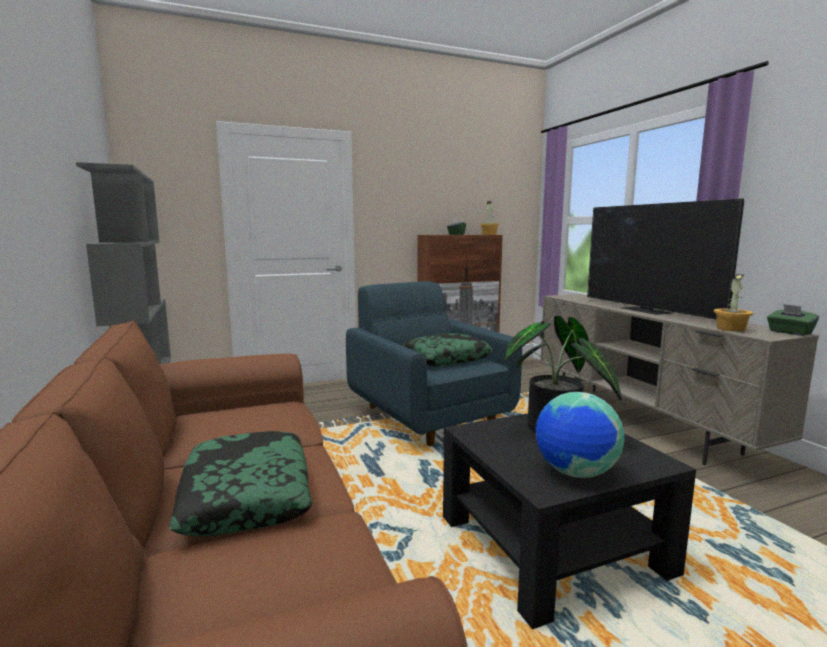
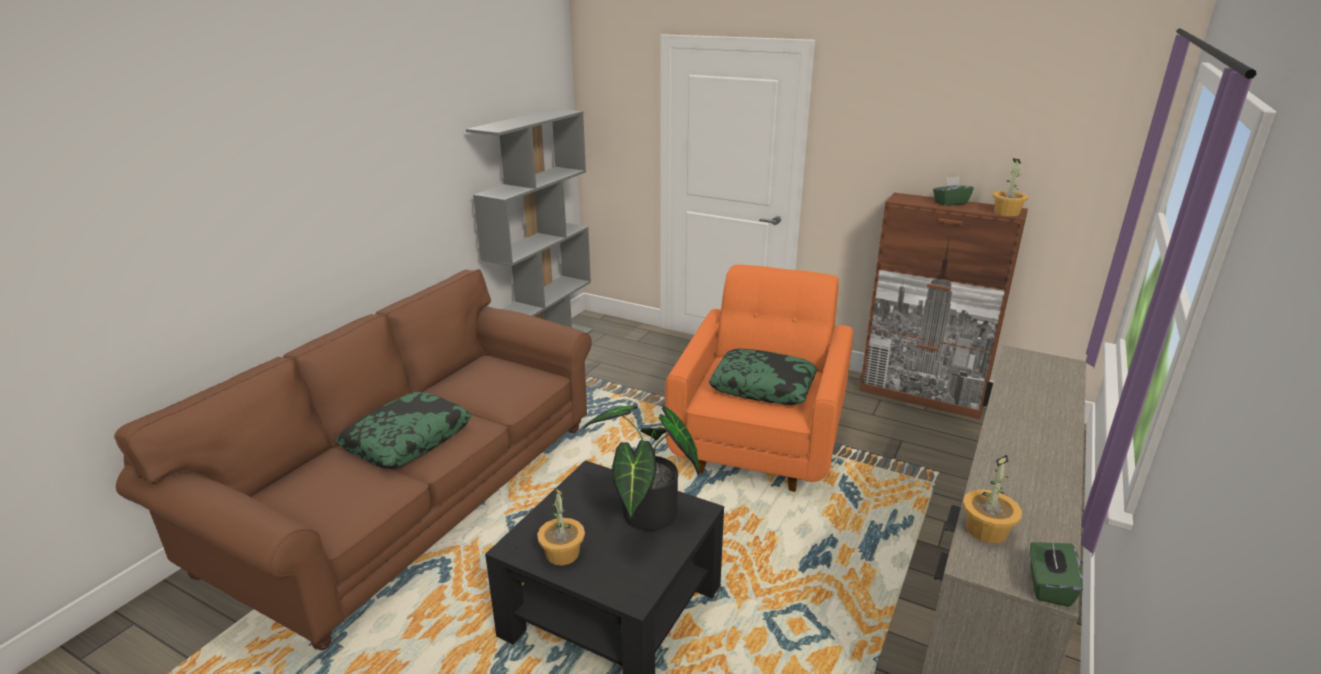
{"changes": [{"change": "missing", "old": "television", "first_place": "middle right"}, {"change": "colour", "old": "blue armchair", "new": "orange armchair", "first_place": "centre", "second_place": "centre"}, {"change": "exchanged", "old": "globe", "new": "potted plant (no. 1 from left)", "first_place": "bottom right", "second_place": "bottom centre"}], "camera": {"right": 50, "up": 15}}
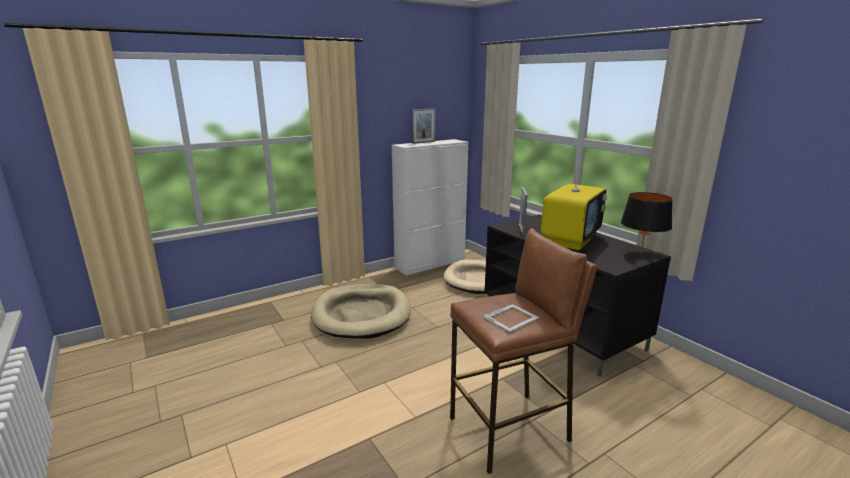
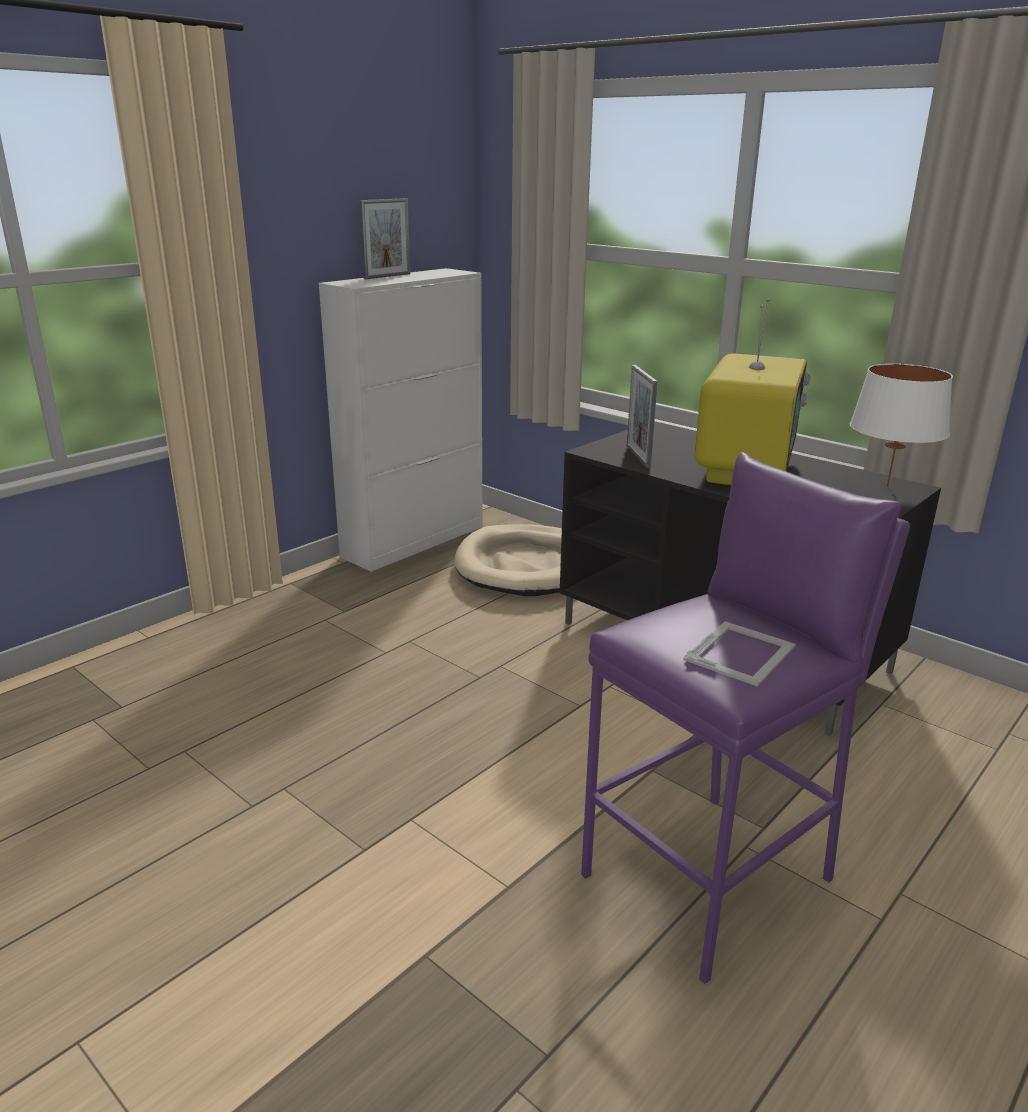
{"changes": [{"change": "colour", "old": "black table lamp", "new": "white table lamp", "first_place": "middle right", "second_place": "middle right"}, {"change": "colour", "old": "brown stool", "new": "purple stool", "first_place": "bottom centre", "second_place": "middle right"}, {"change": "missing", "old": "beige dog bed (no. 1 from left)", "first_place": "centre"}], "camera": {"right": -15, "up": 5}}
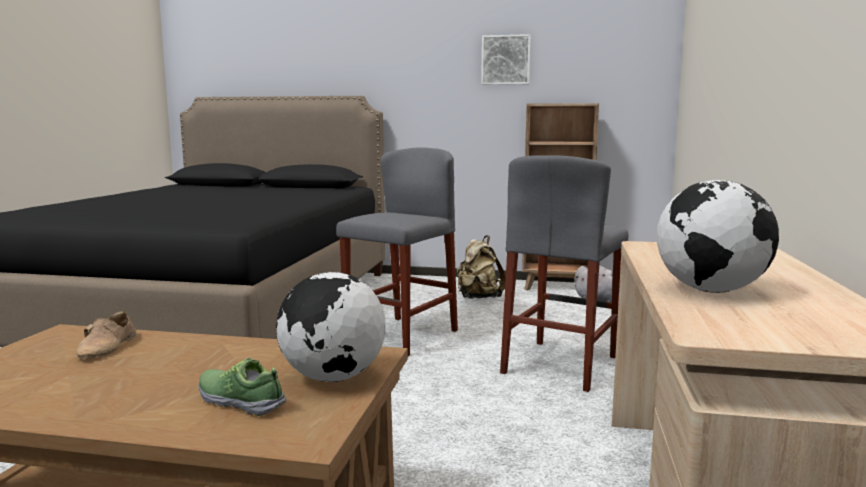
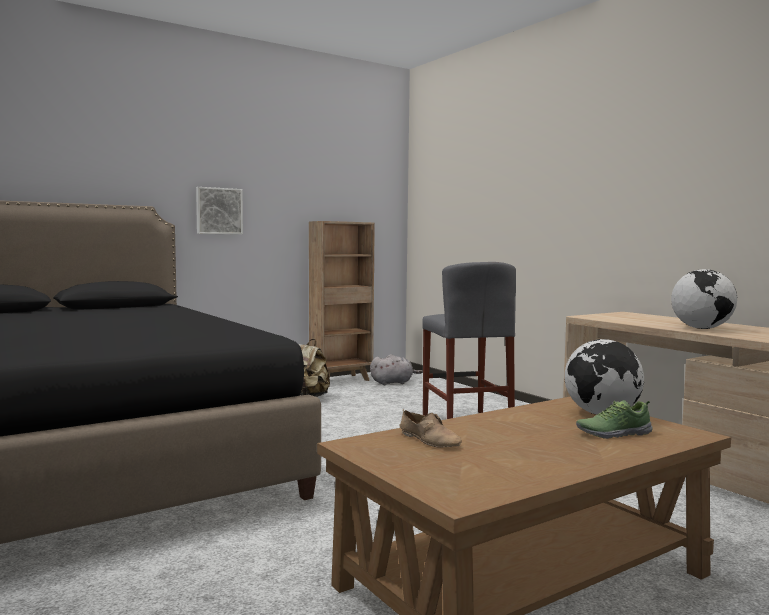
{"changes": [{"change": "relocated", "old": "picture", "first_place": "top centre", "second_place": "middle left"}, {"change": "missing", "old": "grey stool (no. 1 from left)", "first_place": "centre"}], "camera": {"right": -45, "up": -5}}
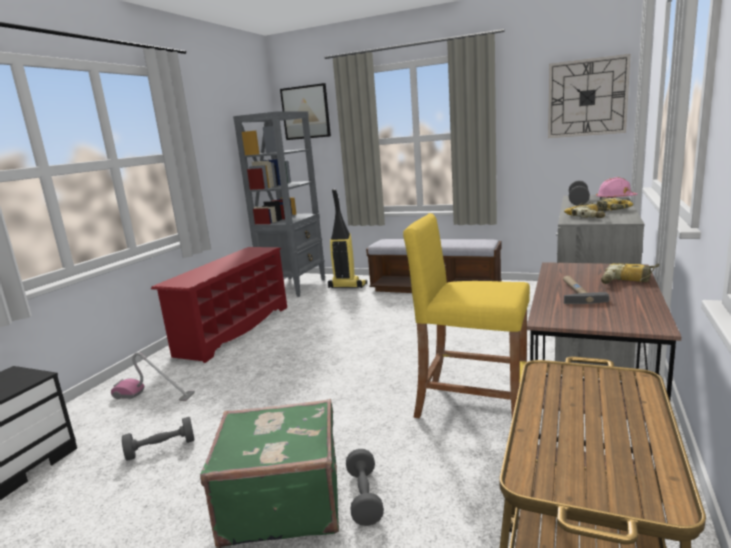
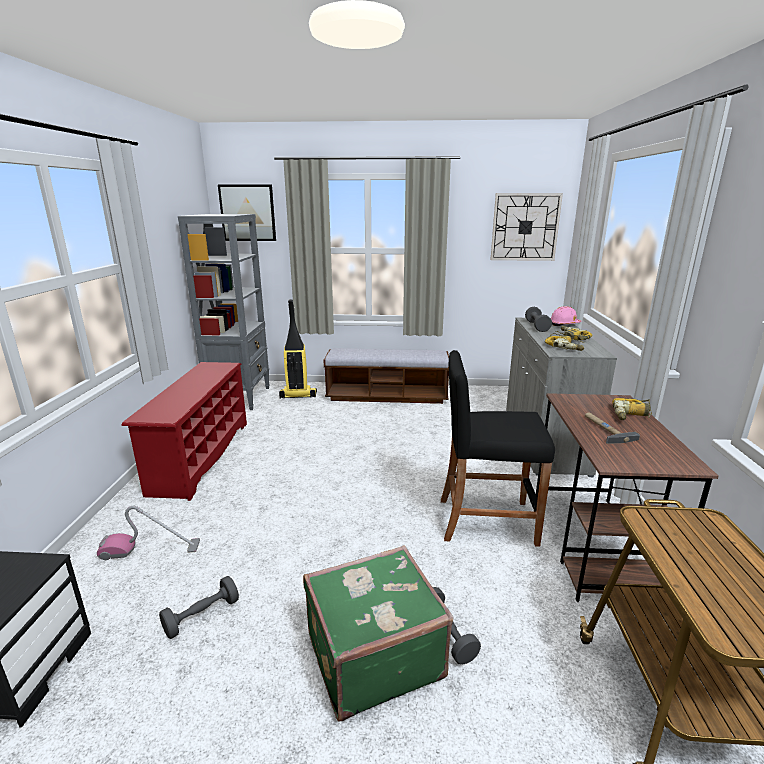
{"changes": [{"change": "colour", "old": "yellow stool", "new": "black stool", "first_place": "centre", "second_place": "centre"}], "camera": {"right": -20, "up": 5}}
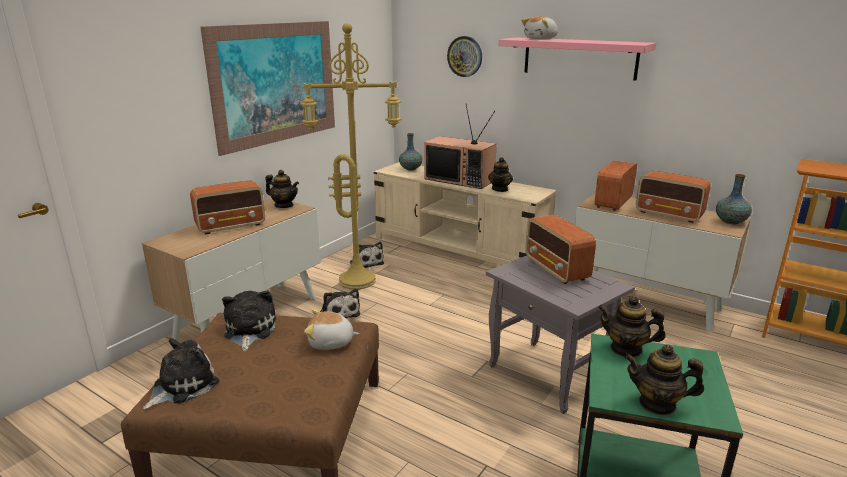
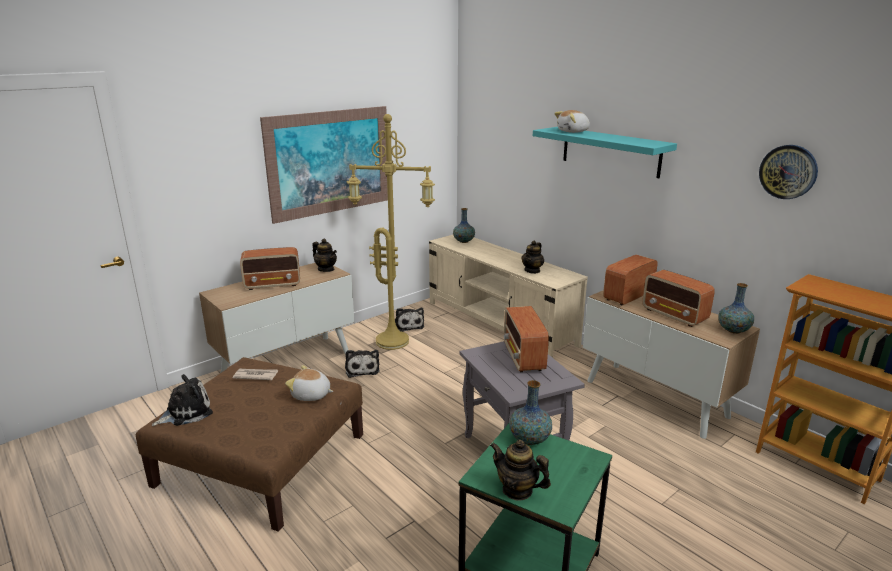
{"changes": [{"change": "relocated", "old": "wall clock", "first_place": "top centre", "second_place": "top right"}, {"change": "colour", "old": "pink shelf", "new": "turquoise shelf", "first_place": "top right", "second_place": "top right"}, {"change": "missing", "old": "television", "first_place": "top centre"}, {"change": "exchanged", "old": "plush toy (no. 2 from left)", "new": "newspaper", "first_place": "bottom left", "second_place": "middle left"}, {"change": "exchanged", "old": "teapot (no. 3 from left)", "new": "vase (no. 2 from left)", "first_place": "bottom right", "second_place": "bottom centre"}], "camera": {"right": 15, "up": 0}}
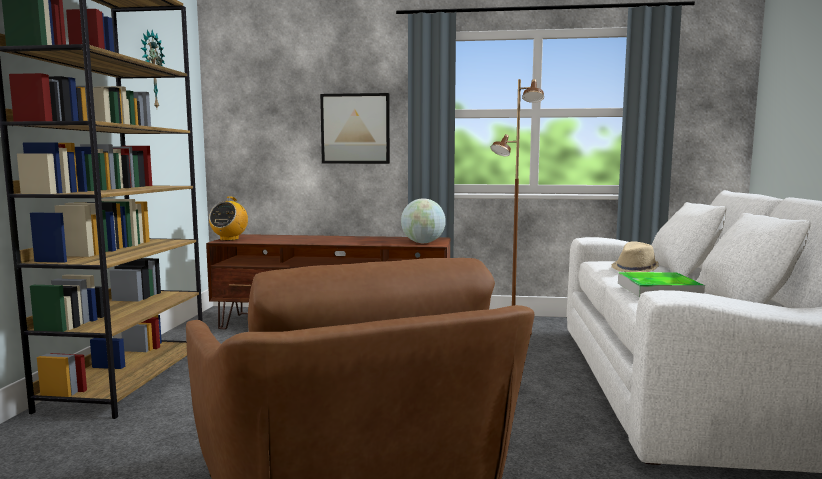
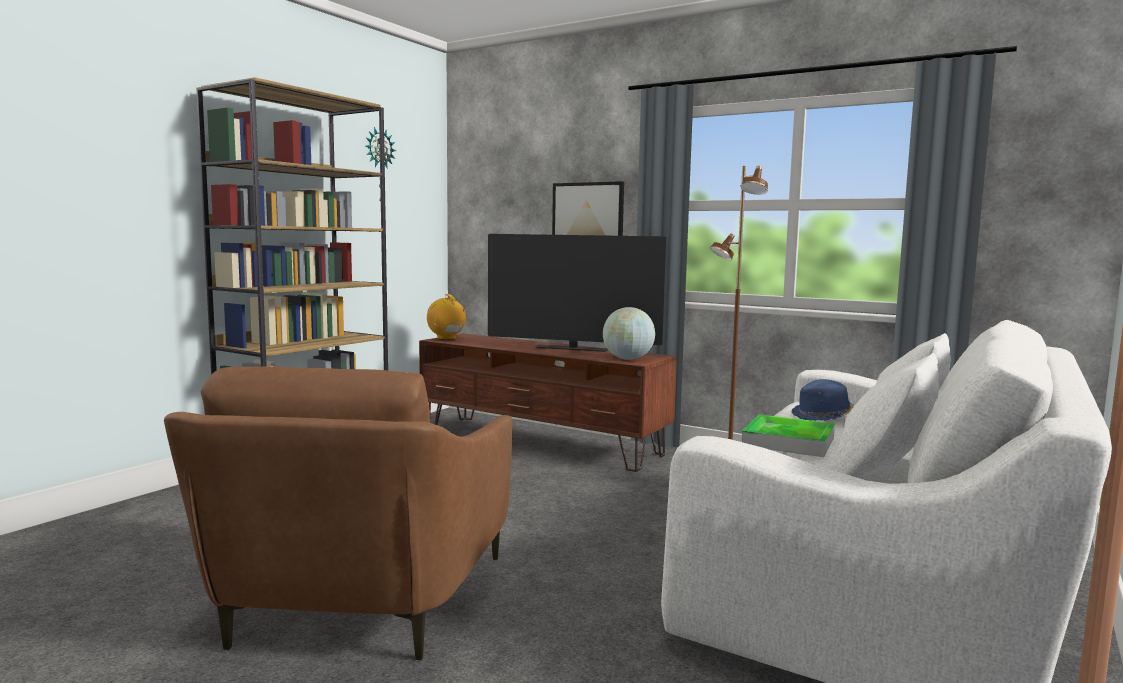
{"changes": [{"change": "spun", "old": "radio", "first_place": "middle left", "second_place": "centre", "degrees": 105}, {"change": "colour", "old": "beige hat", "new": "blue hat", "first_place": "middle right", "second_place": "middle right"}, {"change": "appeared", "new": "television", "second_place": "centre"}], "camera": {"right": 25, "up": 0}}
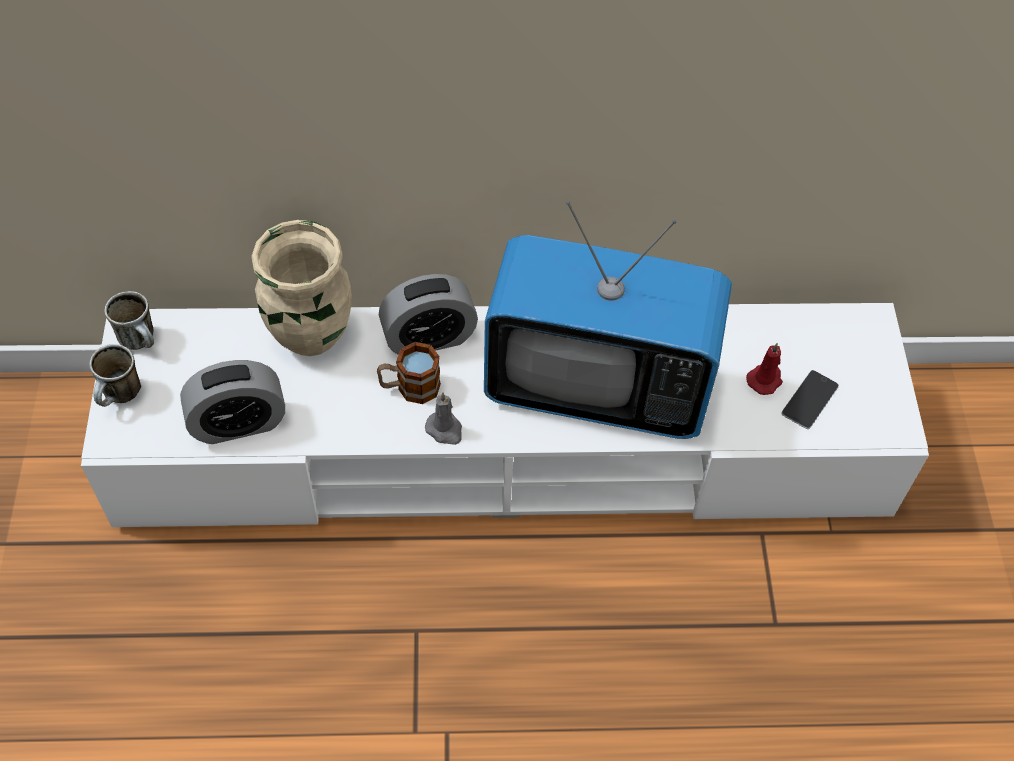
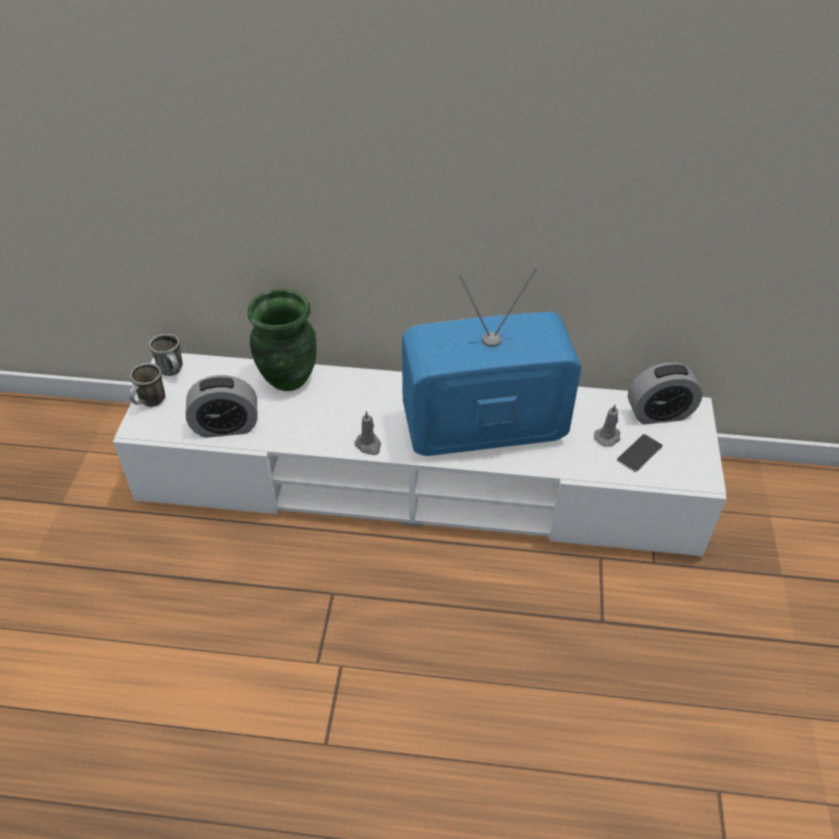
{"changes": [{"change": "spun", "old": "television", "first_place": "centre", "second_place": "centre", "degrees": 150}, {"change": "colour", "old": "beige vase", "new": "green vase", "first_place": "middle left", "second_place": "centre"}, {"change": "relocated", "old": "alarm clock (no. 2 from left)", "first_place": "centre", "second_place": "middle right"}, {"change": "missing", "old": "mug (no. 3 from left)", "first_place": "centre"}, {"change": "colour", "old": "red candle", "new": "grey candle (no. 2 from left)", "first_place": "middle right", "second_place": "middle right"}], "camera": {"right": 10, "up": -10}}
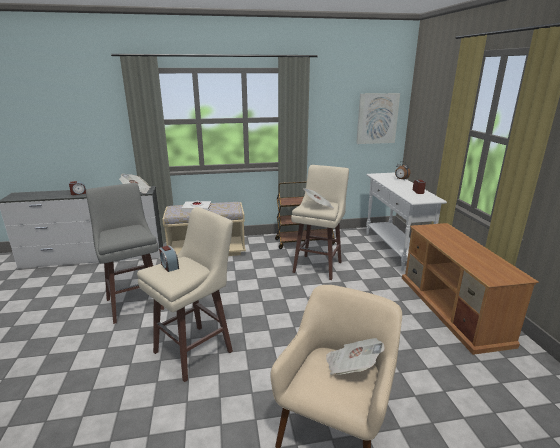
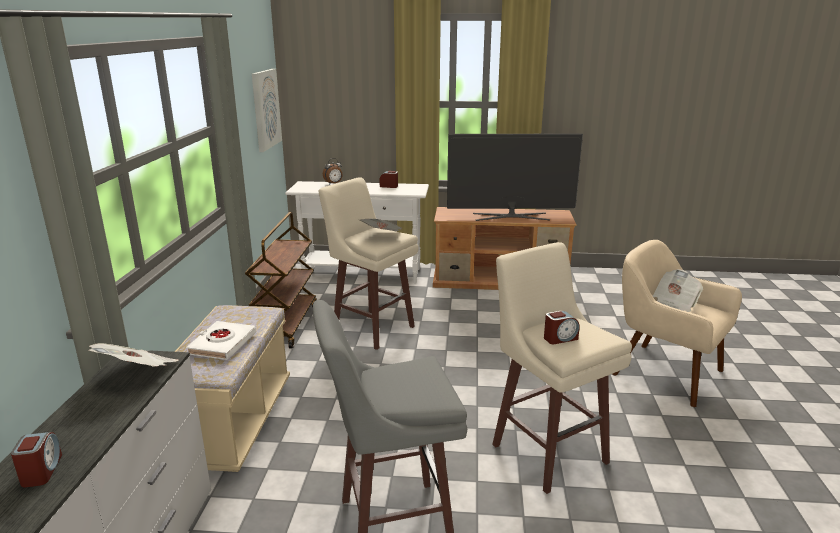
{"changes": [{"change": "appeared", "new": "television", "second_place": "top centre"}], "camera": {"right": -75, "up": 0}}
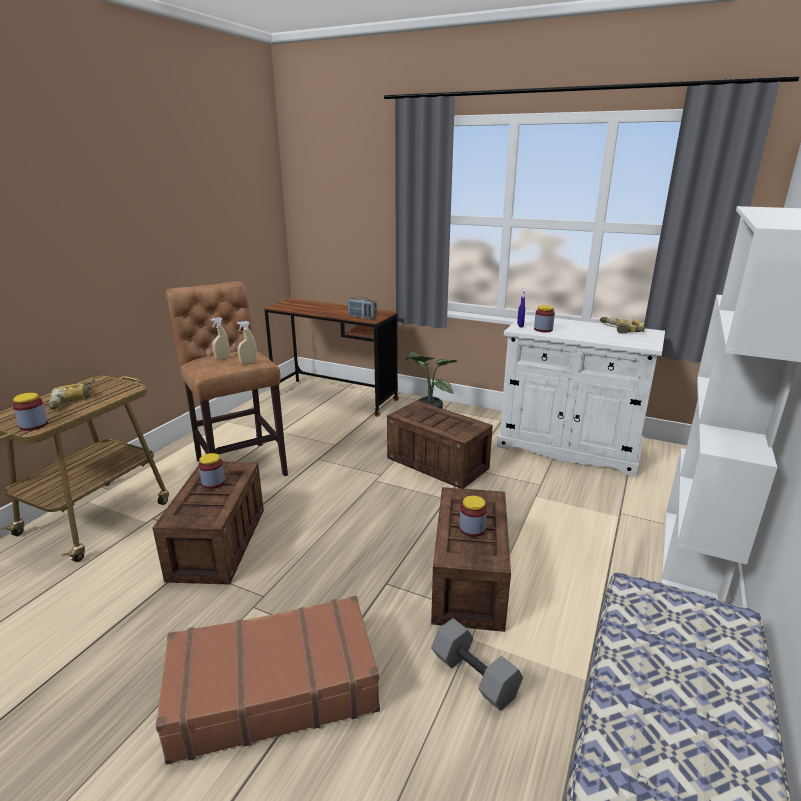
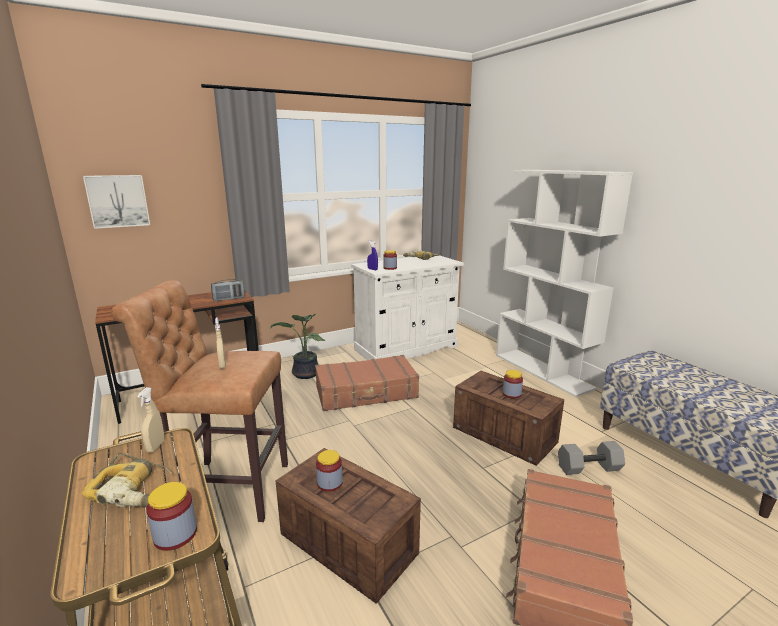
{"changes": [{"change": "relocated", "old": "beige spray bottle (no. 2 from left in the first image)", "new": "beige spray bottle (no. 1 from left)", "first_place": "middle left", "second_place": "bottom left"}, {"change": "exchanged", "old": "crate (no. 2 from left)", "new": "brown suitcase (no. 1 from left)", "first_place": "centre", "second_place": "centre"}, {"change": "appeared", "new": "picture", "second_place": "top left"}], "camera": {"right": -55, "up": -5}}
